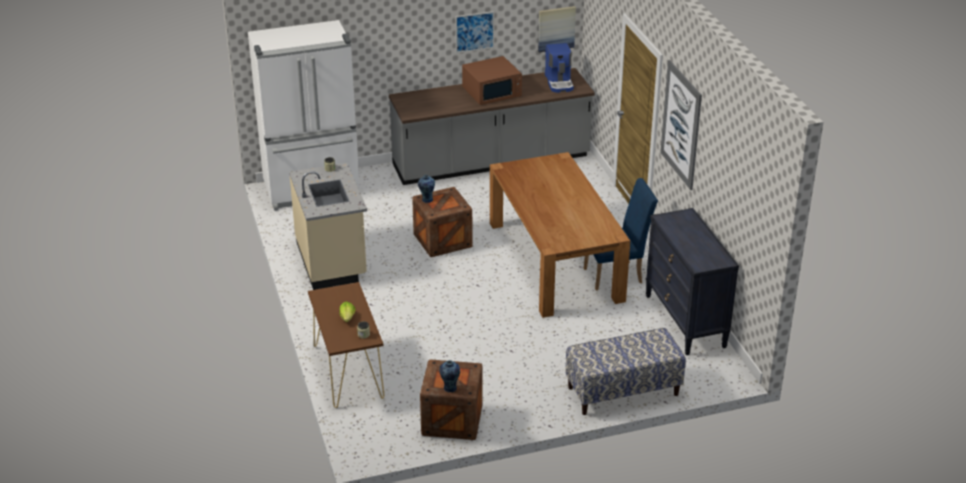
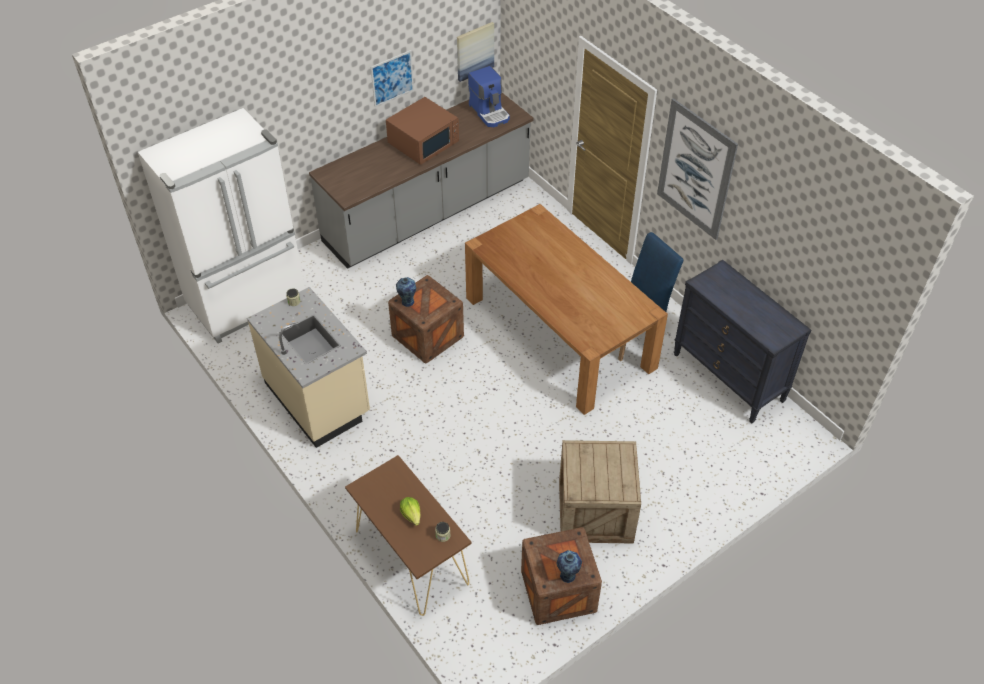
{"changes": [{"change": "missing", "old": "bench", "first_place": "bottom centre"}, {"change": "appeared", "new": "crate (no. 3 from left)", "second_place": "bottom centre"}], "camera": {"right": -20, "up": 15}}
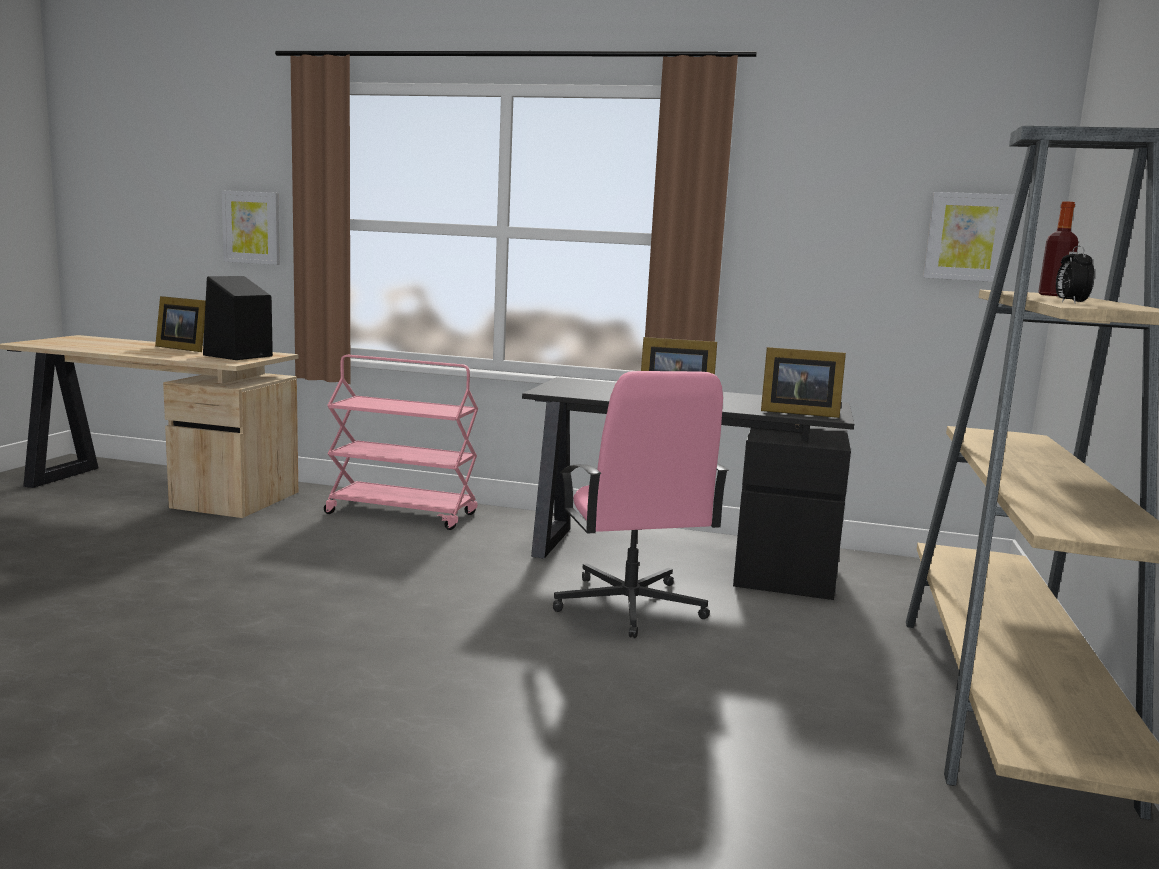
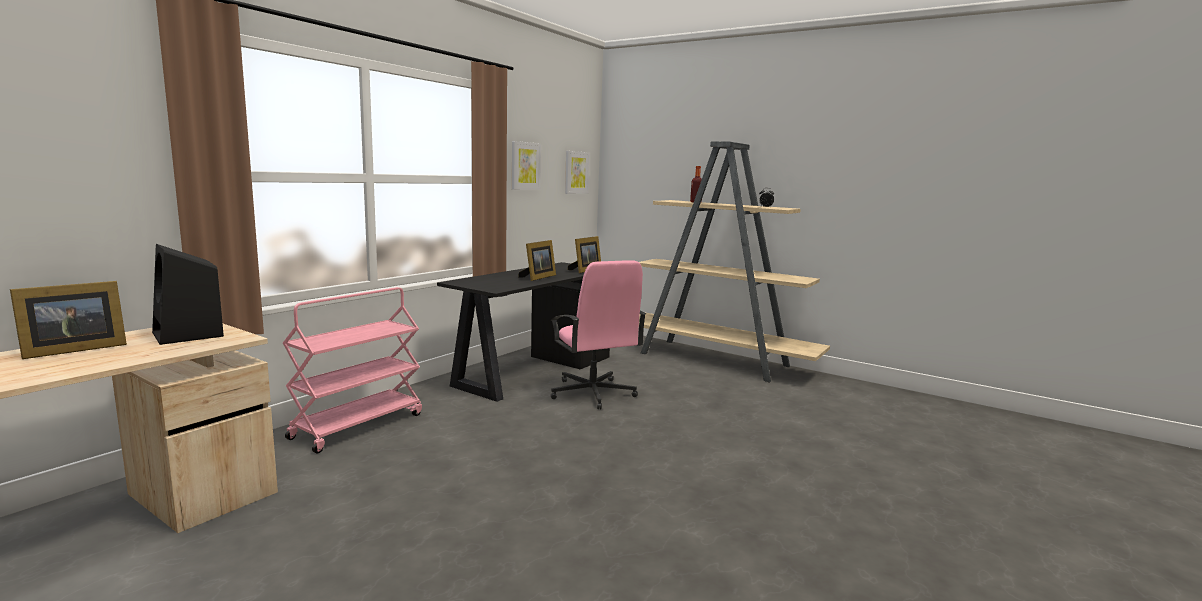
{"changes": [{"change": "relocated", "old": "picture (no. 1 from left)", "first_place": "top left", "second_place": "top centre"}, {"change": "spun", "old": "pink office chair", "first_place": "centre", "second_place": "centre", "degrees": 60}], "camera": {"right": -70, "up": 0}}
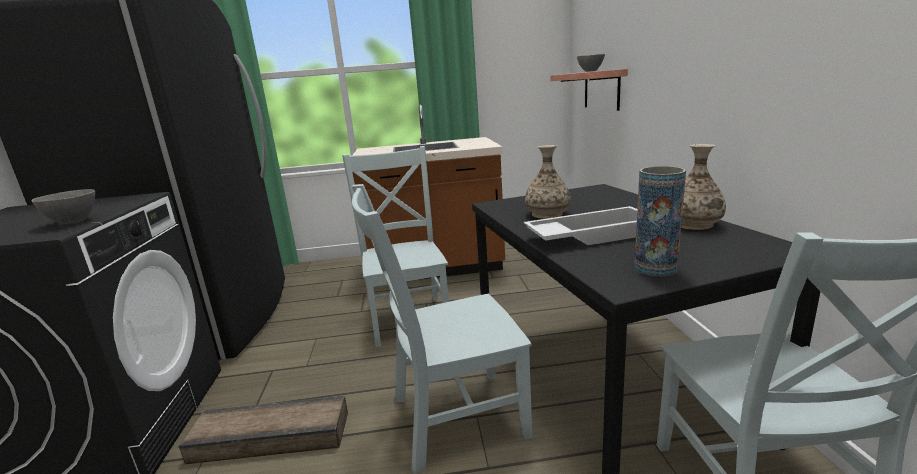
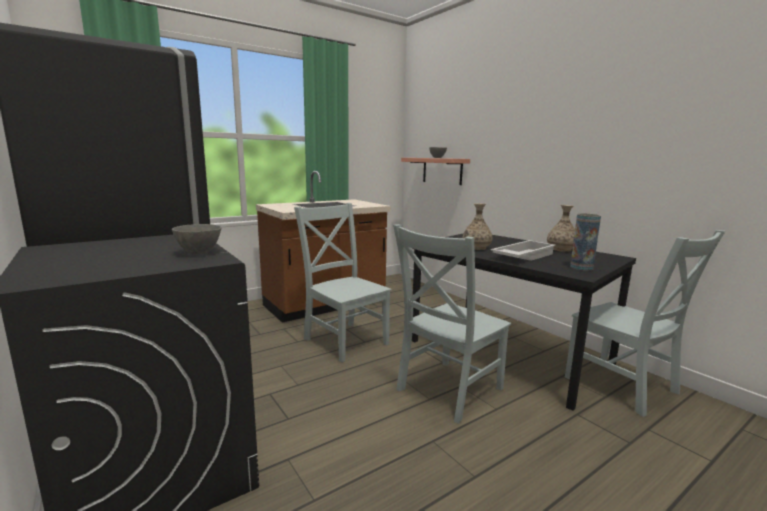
{"changes": [{"change": "missing", "old": "crate", "first_place": "bottom left"}], "camera": {"right": -30, "up": -5}}
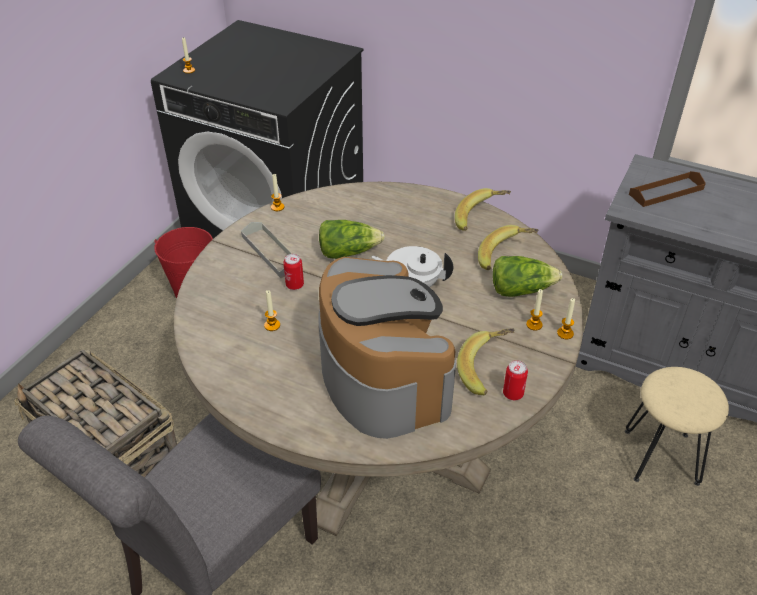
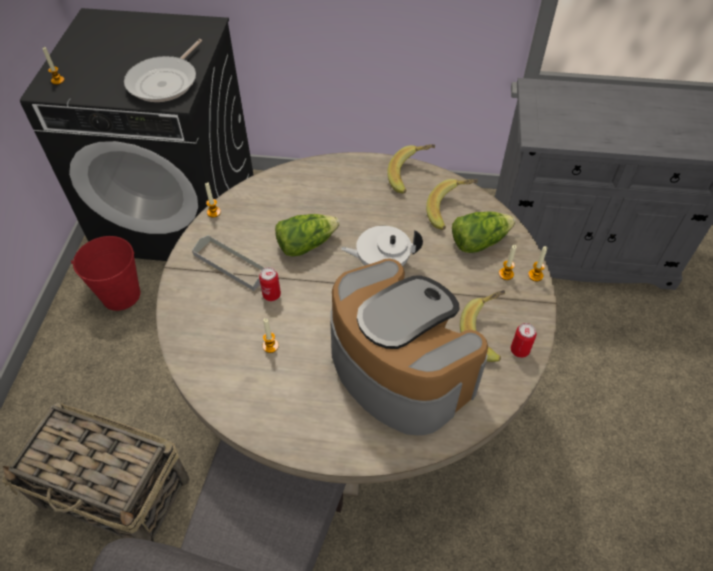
{"changes": [{"change": "missing", "old": "brown tray", "first_place": "top right"}, {"change": "missing", "old": "beige stool", "first_place": "bottom right"}, {"change": "appeared", "new": "frying pan", "second_place": "top left"}], "camera": {"right": -20, "up": 10}}
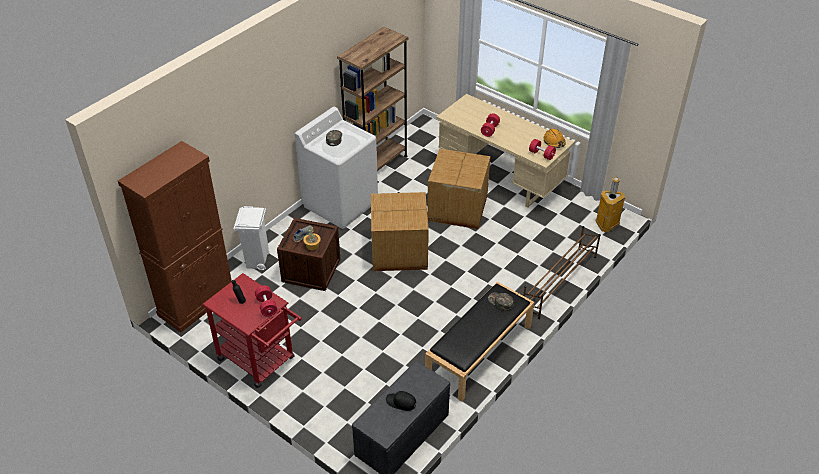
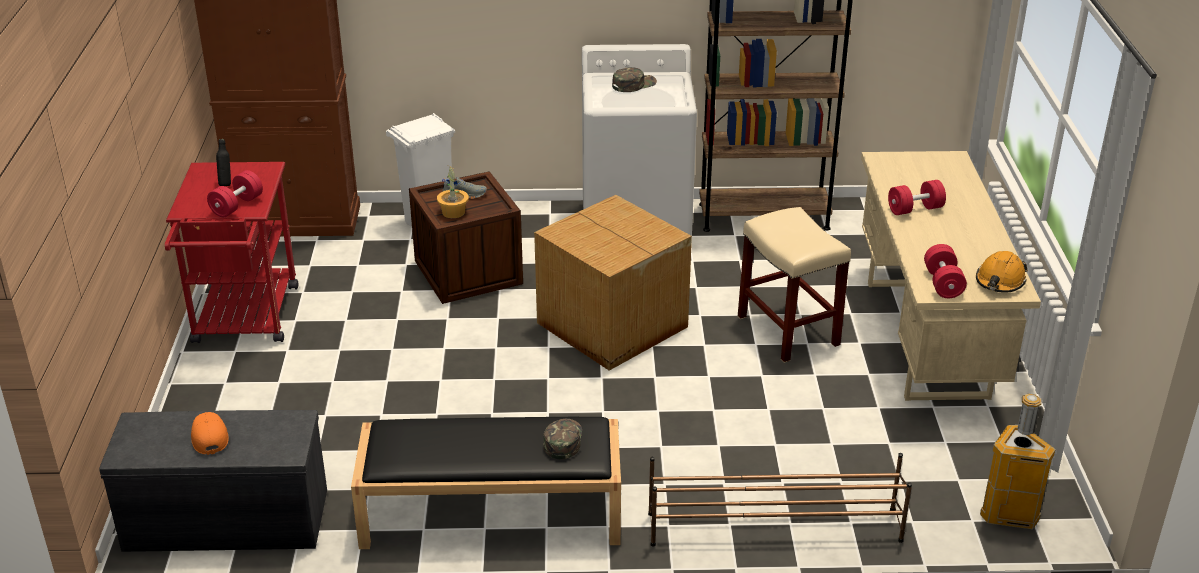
{"changes": [{"change": "exchanged", "old": "cardboard box (no. 2 from left)", "new": "beige stool", "first_place": "centre", "second_place": "centre"}, {"change": "colour", "old": "black cap", "new": "orange cap", "first_place": "bottom centre", "second_place": "bottom left"}], "camera": {"right": 50, "up": -10}}
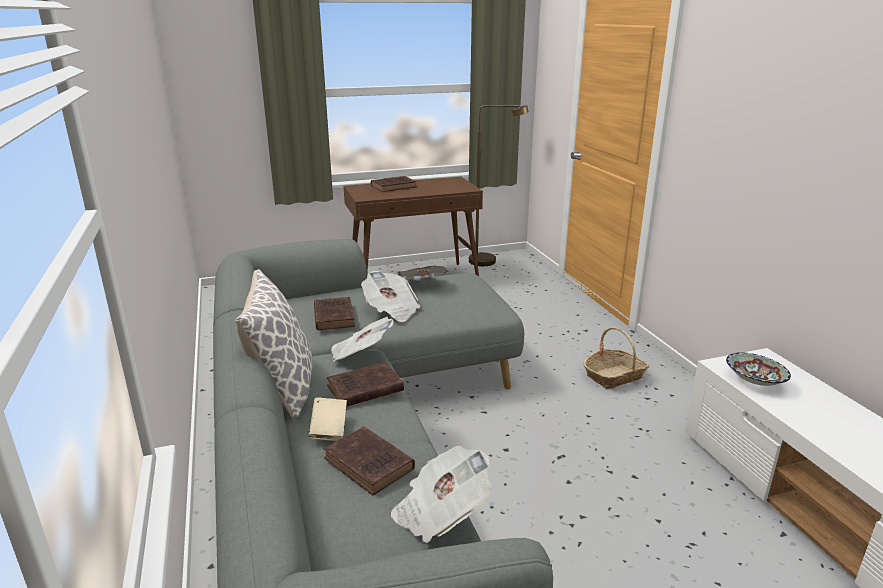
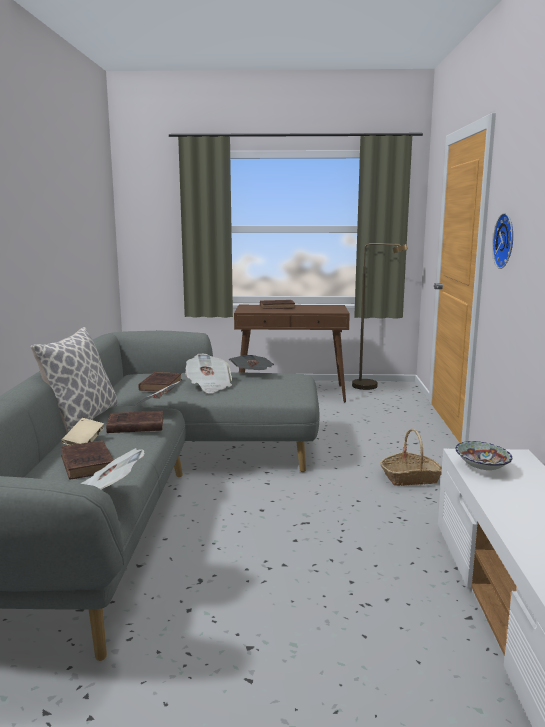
{"changes": [{"change": "appeared", "new": "wall clock", "second_place": "top right"}], "camera": {"right": 20, "up": -10}}
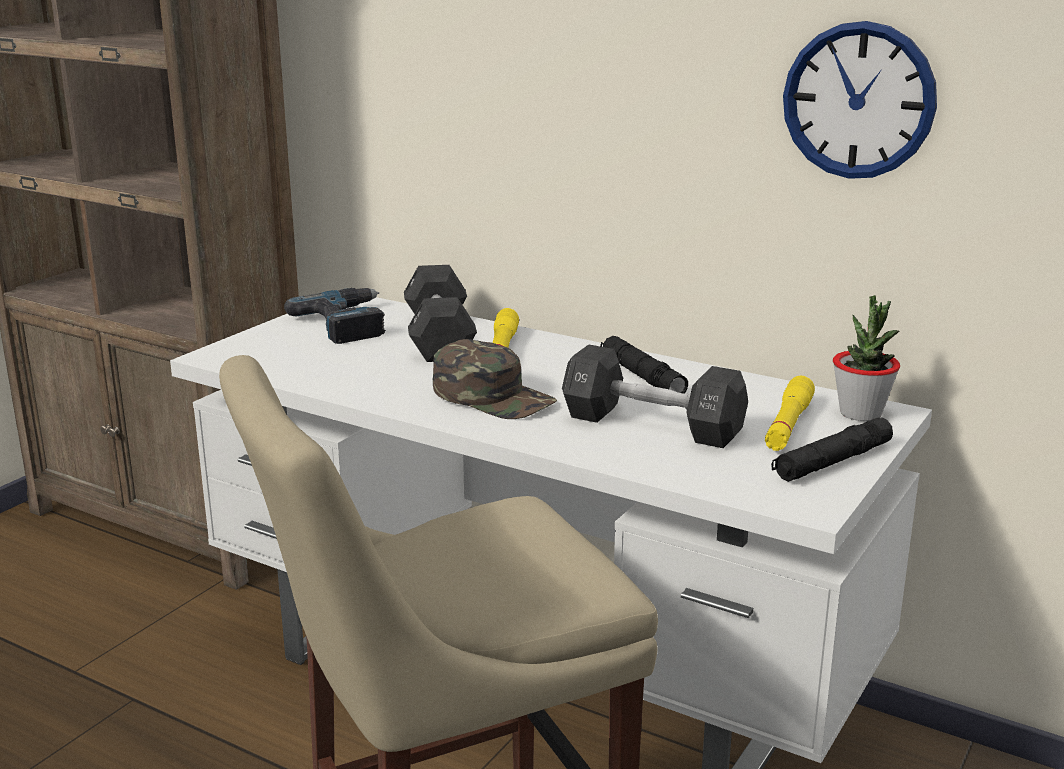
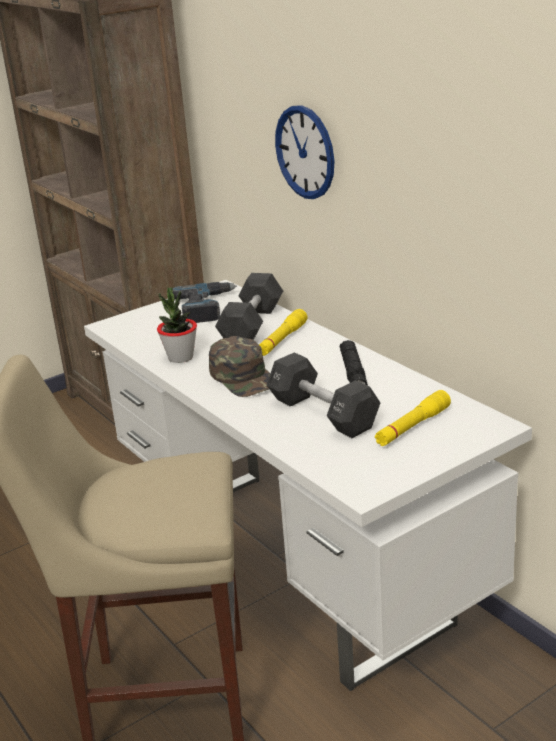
{"changes": [{"change": "relocated", "old": "wall clock", "first_place": "top right", "second_place": "top centre"}, {"change": "relocated", "old": "potted plant", "first_place": "middle right", "second_place": "middle left"}, {"change": "missing", "old": "black flashlight (no. 2 from left)", "first_place": "middle right"}], "camera": {"right": 25, "up": 5}}
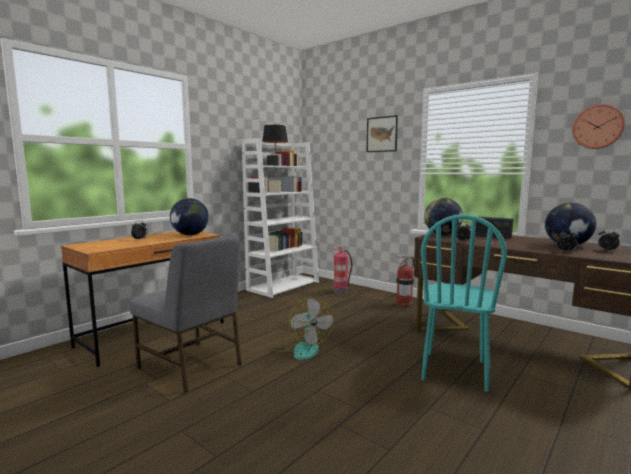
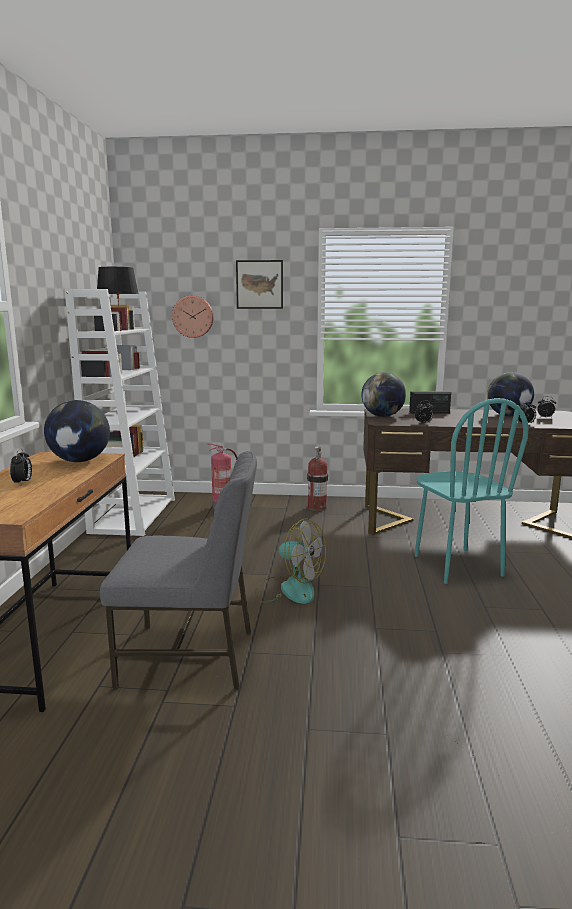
{"changes": [{"change": "relocated", "old": "wall clock", "first_place": "top right", "second_place": "centre"}], "camera": {"right": -35, "up": 5}}
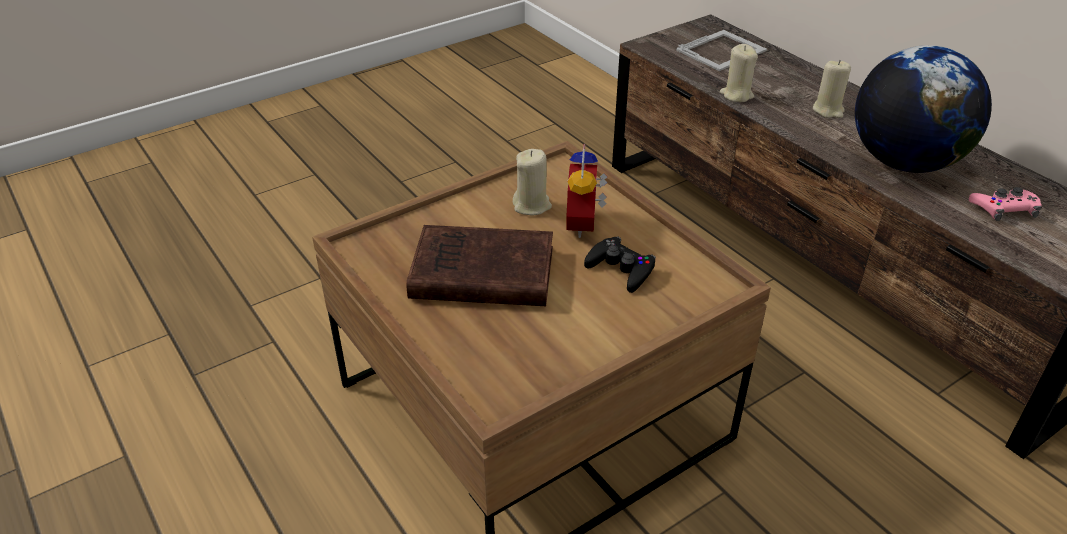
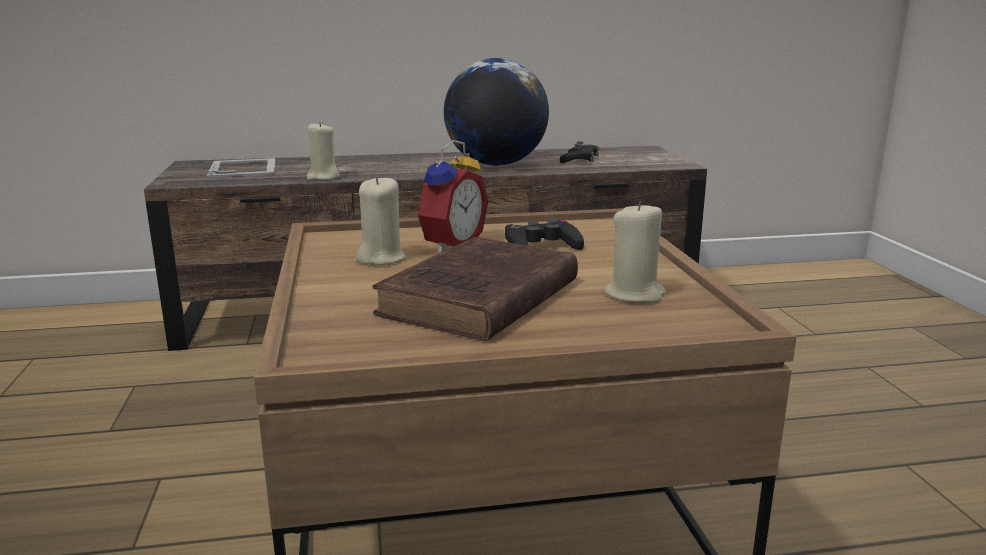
{"changes": [{"change": "relocated", "old": "beige candle (no. 3 from left)", "first_place": "top right", "second_place": "centre"}, {"change": "spun", "old": "alarm clock", "first_place": "centre", "second_place": "centre", "degrees": -90}, {"change": "colour", "old": "pink game controller", "new": "black game controller (no. 2 from left)", "first_place": "middle right", "second_place": "top centre"}], "camera": {"right": -65, "up": -20}}
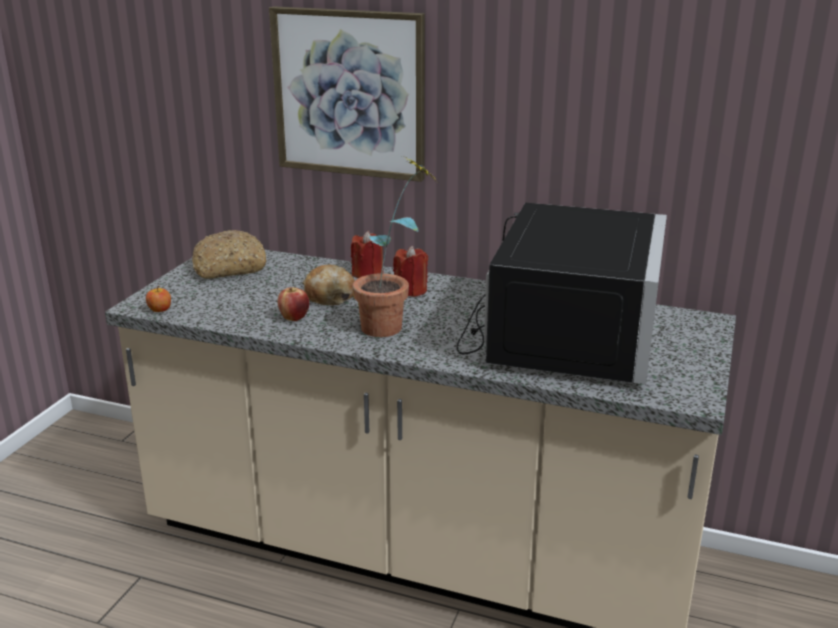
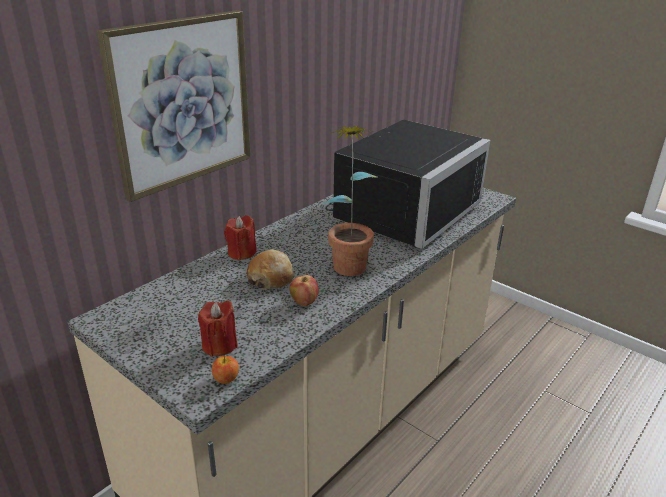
{"changes": [{"change": "spun", "old": "black microwave", "first_place": "middle right", "second_place": "centre", "degrees": 90}, {"change": "missing", "old": "bread (no. 1 from left)", "first_place": "middle left"}, {"change": "relocated", "old": "red candle (no. 2 from left in the first image)", "new": "red candle (no. 1 from left)", "first_place": "centre", "second_place": "middle left"}], "camera": {"right": -70, "up": 5}}
